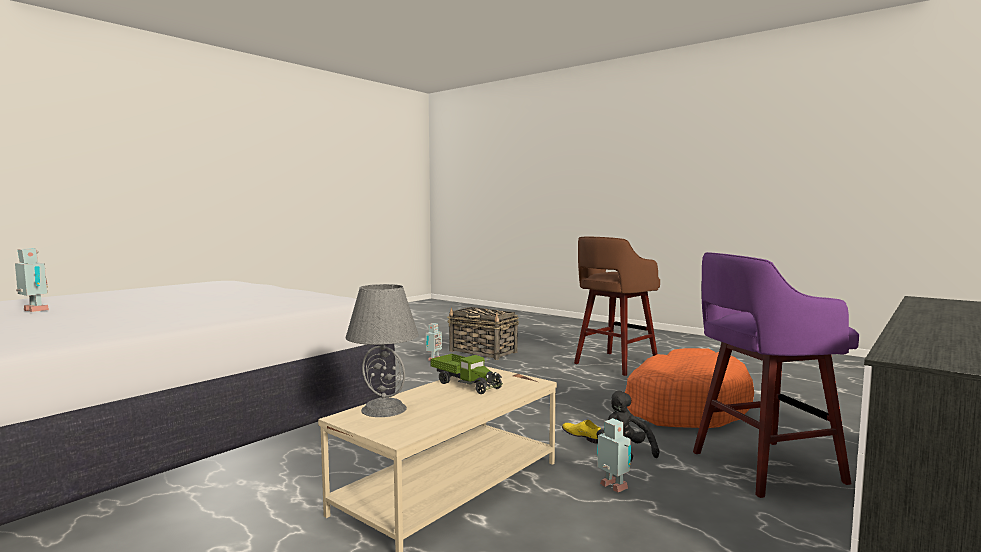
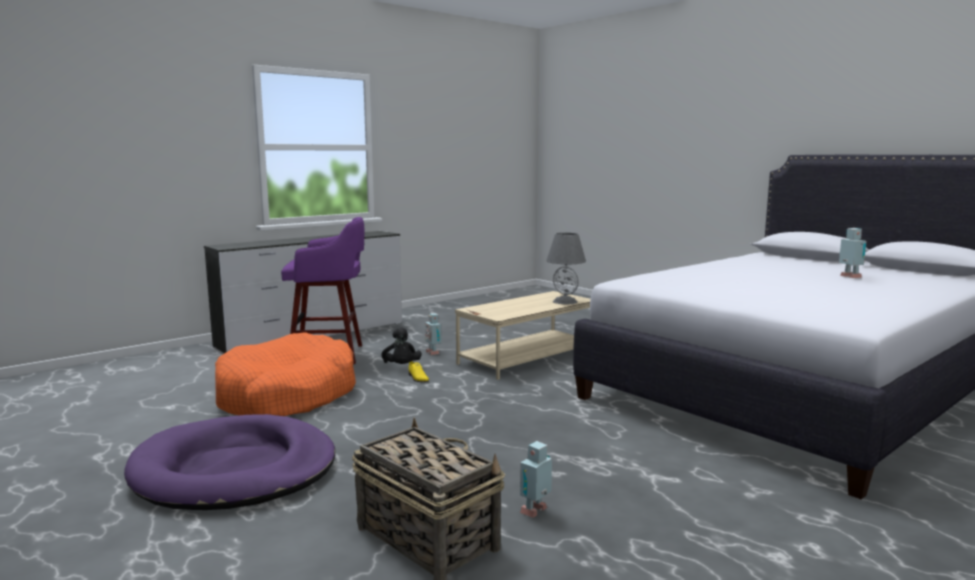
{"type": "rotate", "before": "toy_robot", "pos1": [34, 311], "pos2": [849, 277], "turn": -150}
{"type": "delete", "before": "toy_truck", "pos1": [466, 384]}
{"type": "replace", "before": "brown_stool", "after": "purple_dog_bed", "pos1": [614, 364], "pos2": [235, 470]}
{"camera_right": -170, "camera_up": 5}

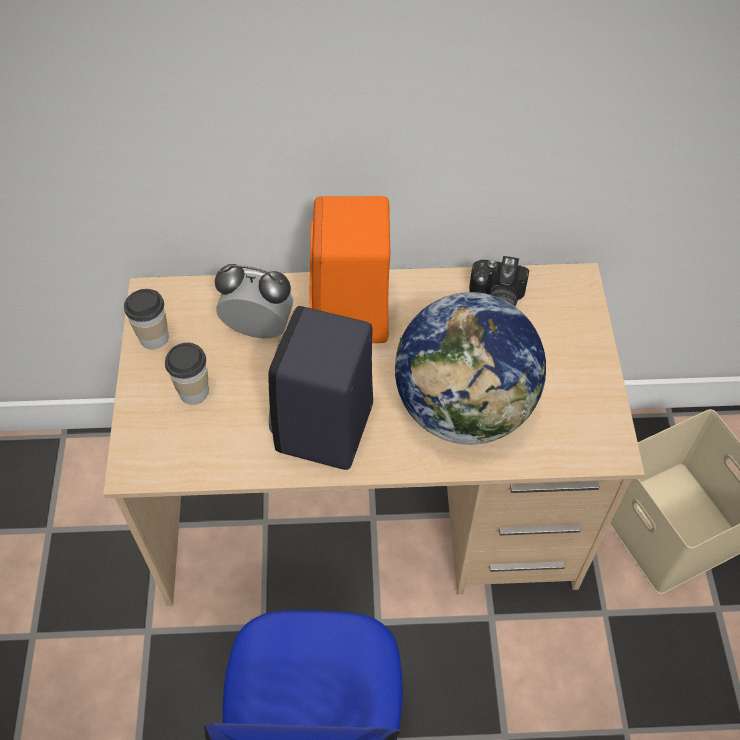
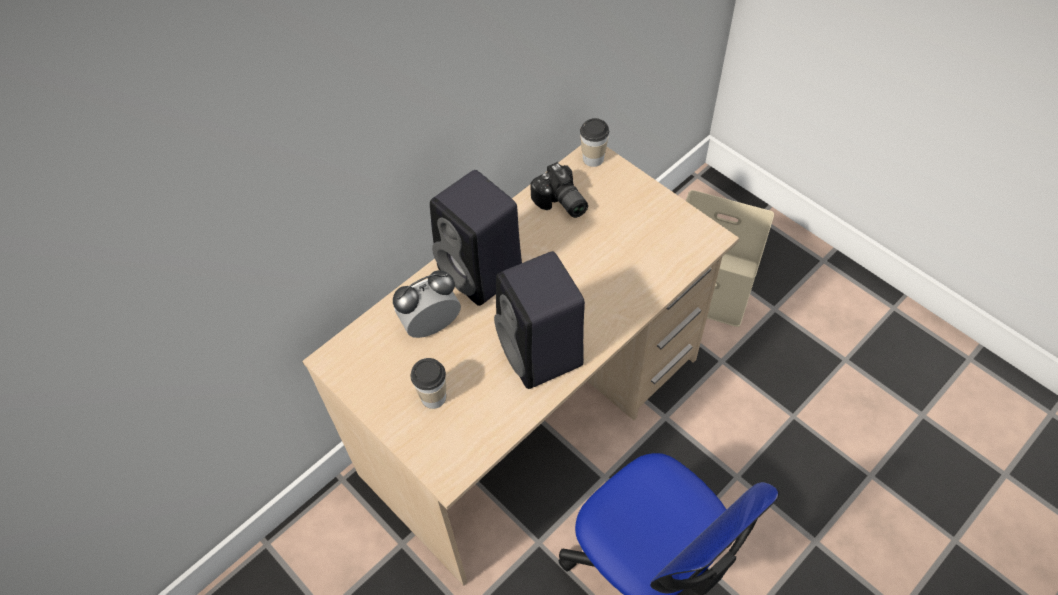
{"type": "move", "before": "cup", "pos1": [154, 337], "pos2": [593, 158]}
{"type": "recolor", "before": "orange_speaker", "after": "black_speaker", "pos1": [352, 316], "pos2": [483, 273]}
{"type": "delete", "before": "globe", "pos1": [465, 408]}
{"camera_right": -40, "camera_up": 0}

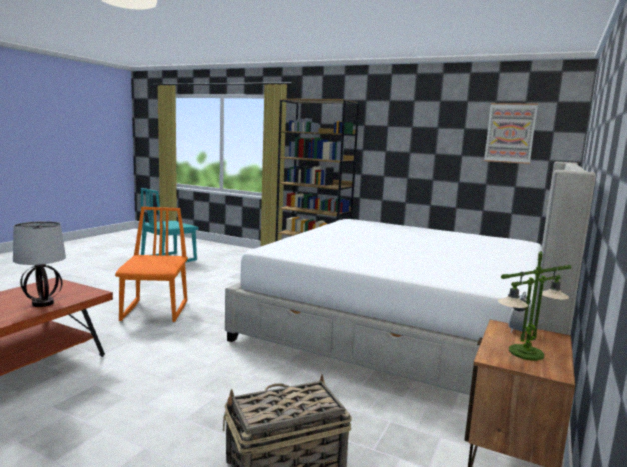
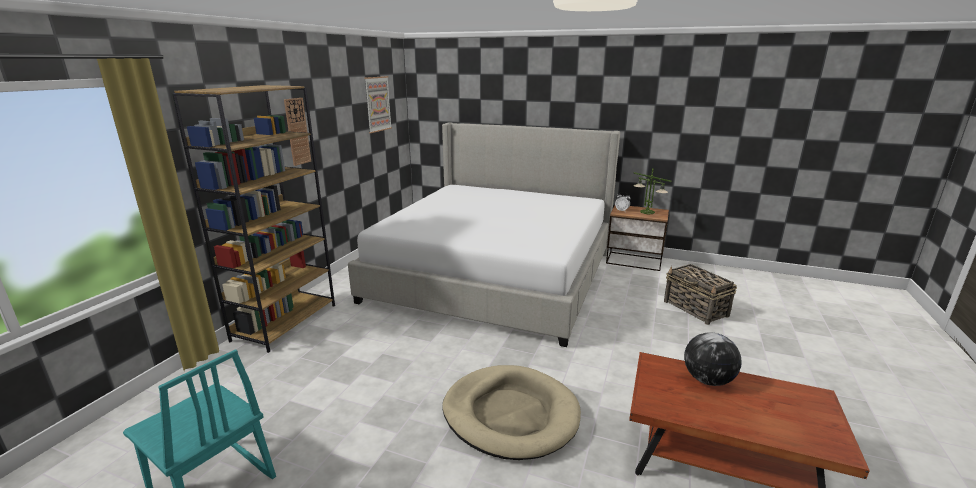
{"type": "replace", "before": "table_lamp", "after": "globe", "pos1": [43, 303], "pos2": [707, 380]}
{"type": "replace", "before": "orange_chair", "after": "beige_dog_bed", "pos1": [156, 311], "pos2": [510, 414]}
{"type": "insert", "after": "wall_clock", "pos2": [297, 131]}
{"camera_right": -95, "camera_up": 10}

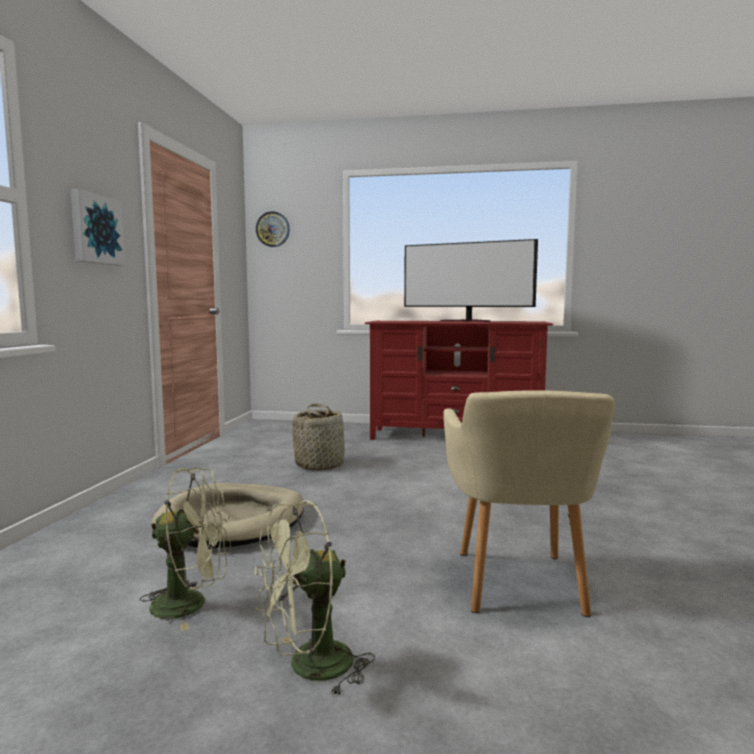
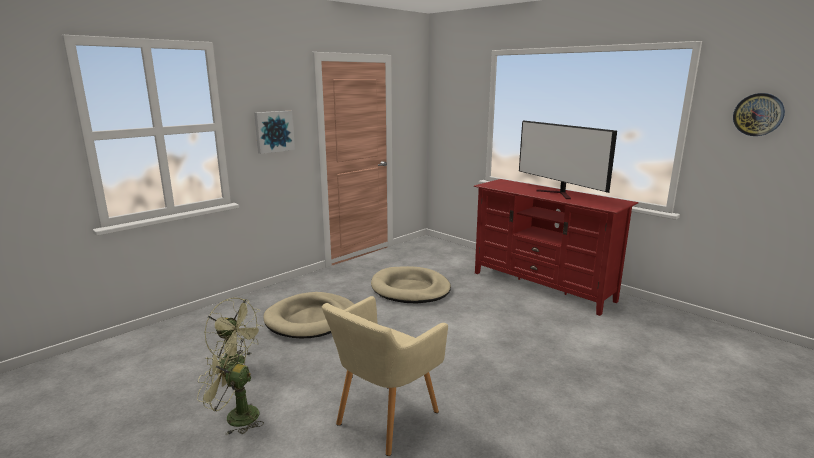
{"type": "move", "before": "wall_clock", "pos1": [273, 229], "pos2": [758, 114]}
{"type": "replace", "before": "basket", "after": "beige_dog_bed", "pos1": [320, 465], "pos2": [410, 289]}
{"camera_right": 35, "camera_up": 10}

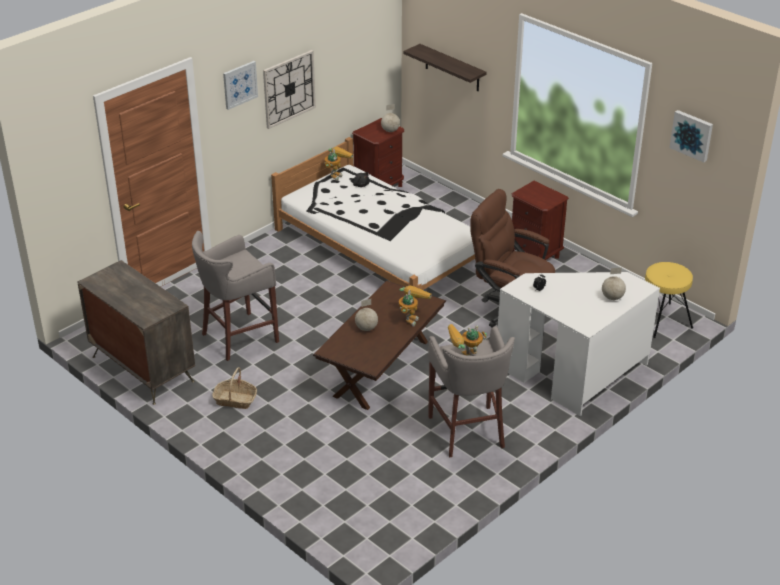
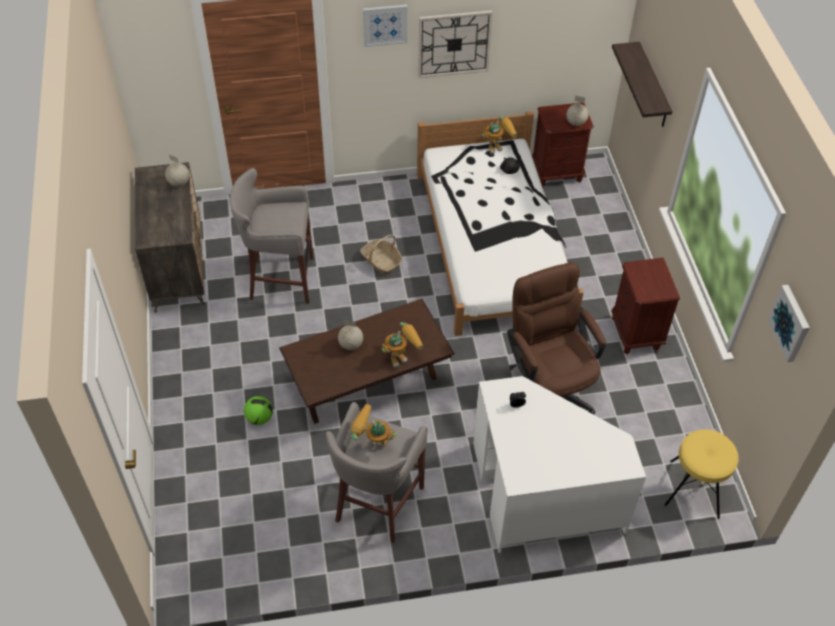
{"type": "move", "before": "basket", "pos1": [235, 400], "pos2": [381, 261]}
{"type": "move", "before": "globe", "pos1": [612, 298], "pos2": [179, 183]}
{"type": "insert", "after": "football", "pos2": [259, 418]}
{"camera_right": 35, "camera_up": 15}

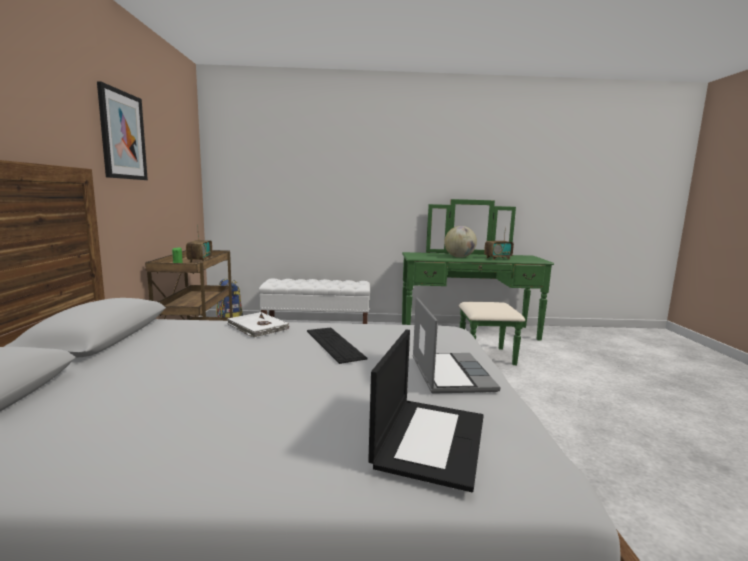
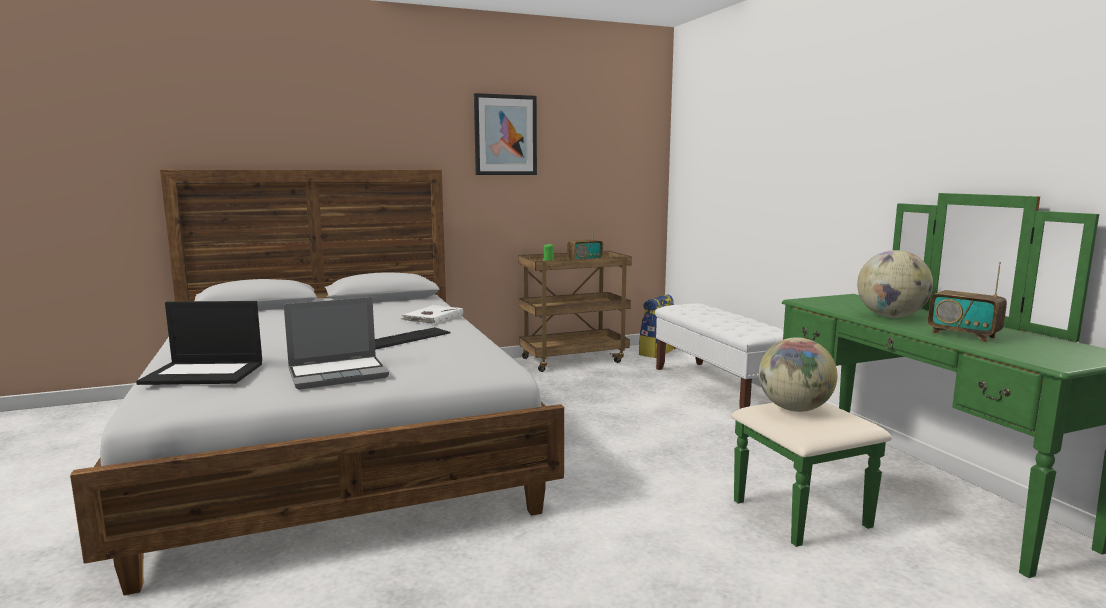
{"type": "insert", "after": "globe", "pos2": [794, 409]}
{"camera_right": 70, "camera_up": 0}

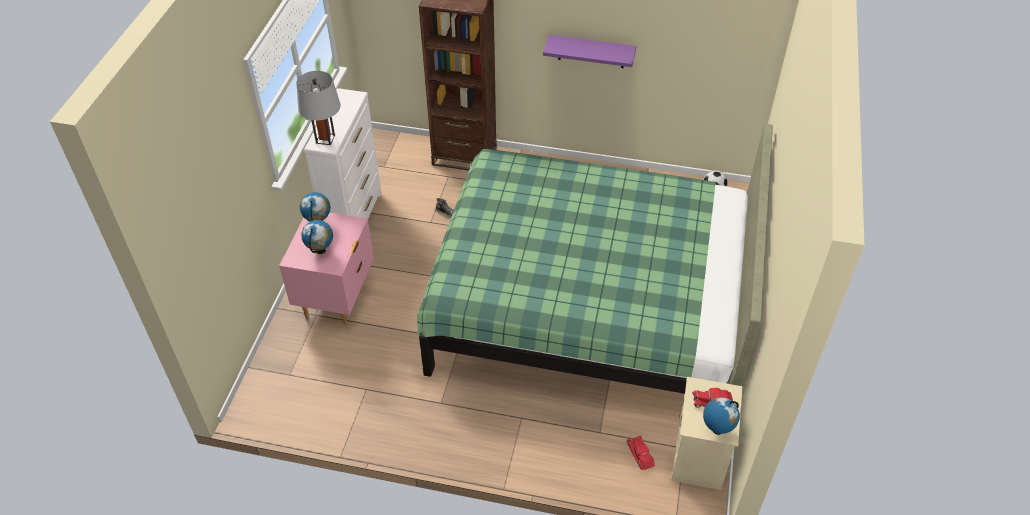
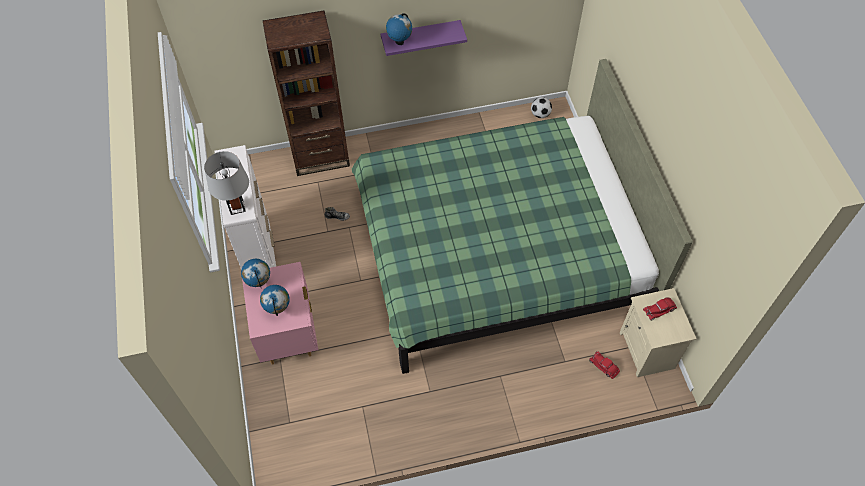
{"type": "move", "before": "globe", "pos1": [717, 429], "pos2": [399, 42]}
{"camera_right": -25, "camera_up": 10}

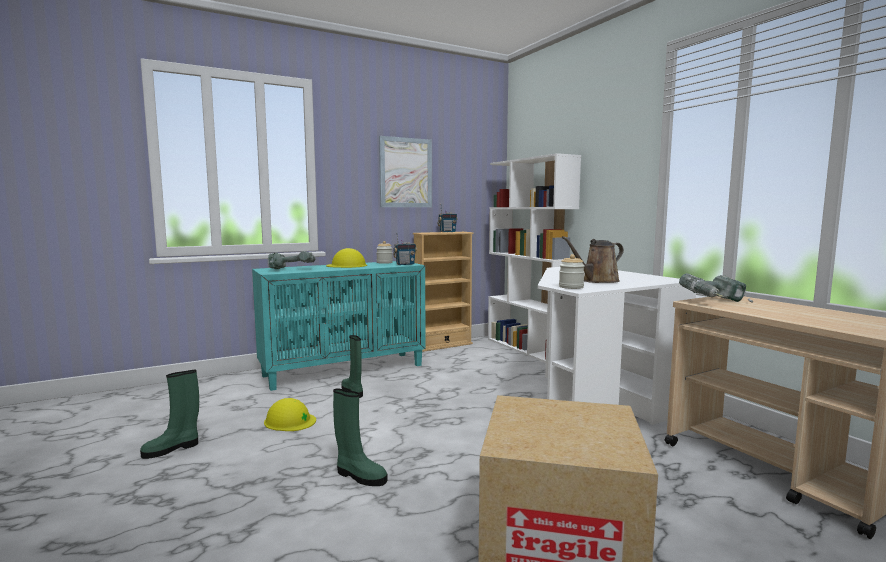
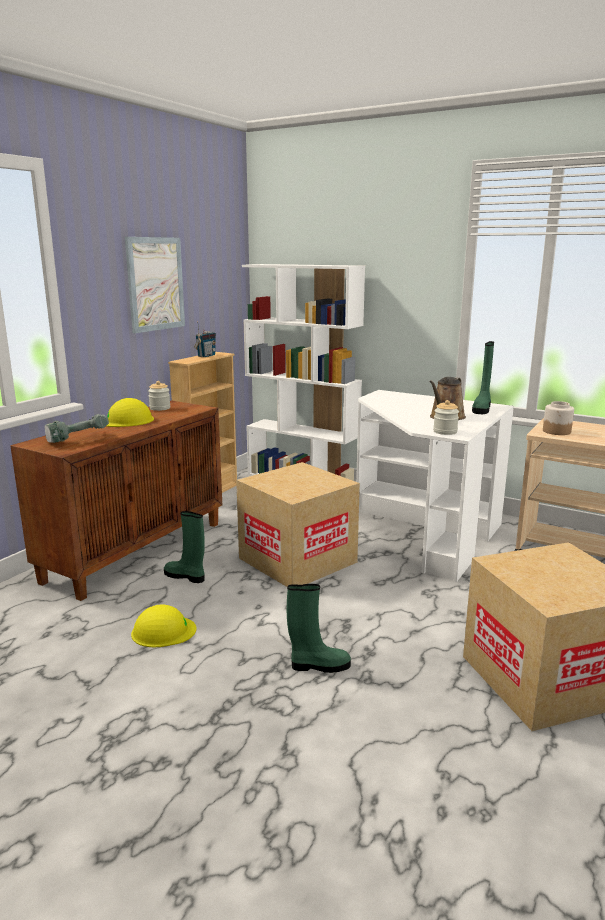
{"type": "move", "before": "green_boot", "pos1": [172, 449], "pos2": [482, 409]}
{"type": "recolor", "before": "turquoise_cabinet", "after": "brown_cabinet", "pos1": [345, 370], "pos2": [136, 550]}
{"type": "delete", "before": "radio", "pos1": [405, 264]}
{"type": "replace", "before": "power_drill", "after": "jar", "pos1": [716, 302], "pos2": [557, 431]}
{"type": "insert", "after": "cardboard_box", "pos2": [297, 560]}
{"camera_right": -30, "camera_up": 10}

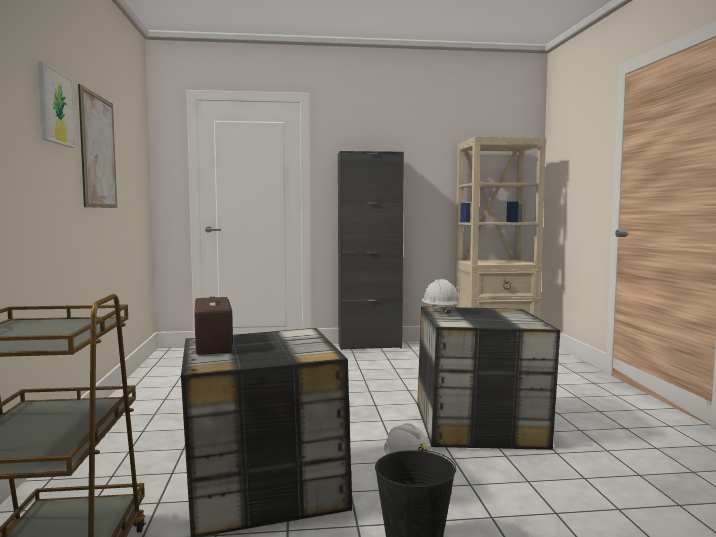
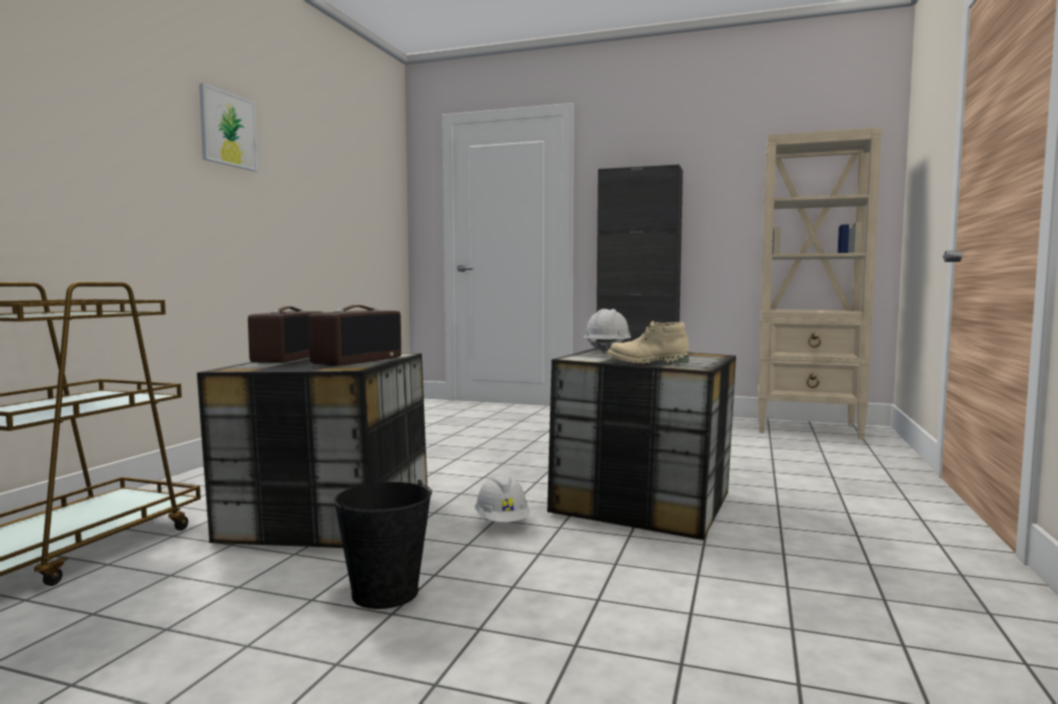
{"type": "delete", "before": "picture", "pos1": [98, 151]}
{"type": "insert", "after": "radio", "pos2": [357, 360]}
{"type": "insert", "after": "beige_boot", "pos2": [647, 362]}
{"camera_right": 25, "camera_up": 0}

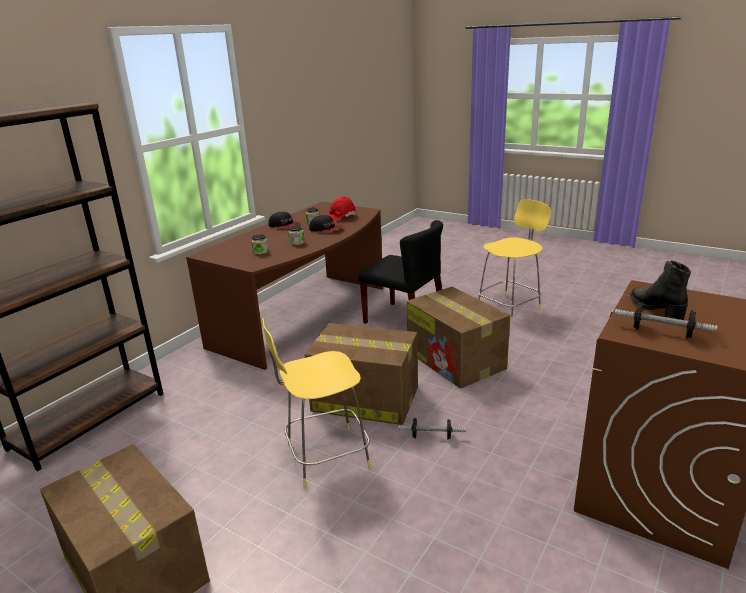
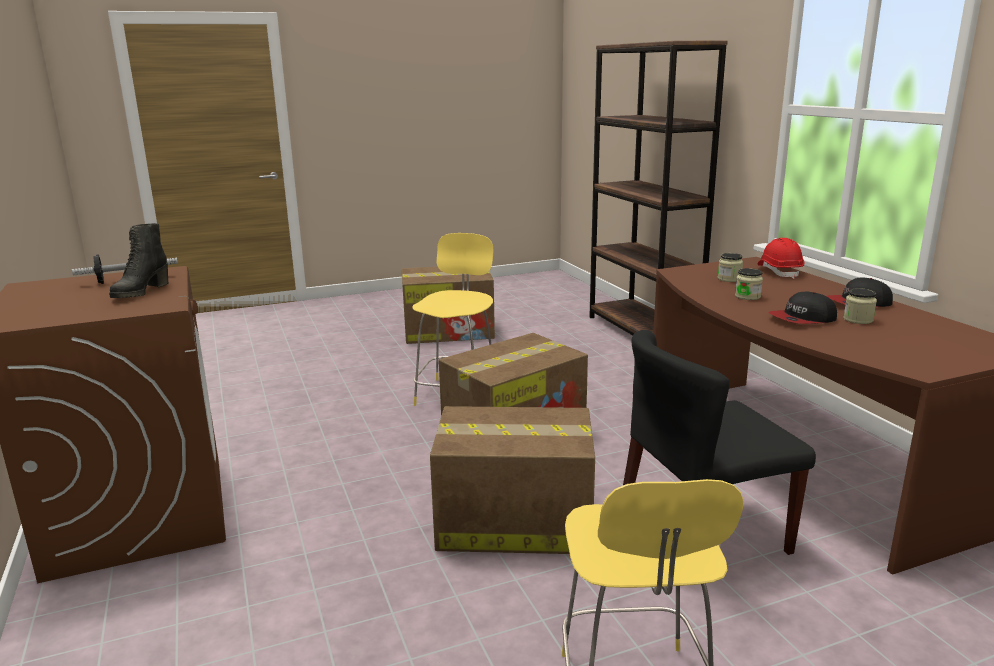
{"type": "move", "before": "red_hard_hat", "pos1": [341, 217], "pos2": [779, 272]}
{"type": "delete", "before": "dumbbell", "pos1": [431, 436]}
{"type": "rotate", "before": "black_boot", "pos1": [656, 310], "pos2": [140, 292], "turn": 90}
{"camera_right": 125, "camera_up": -5}

